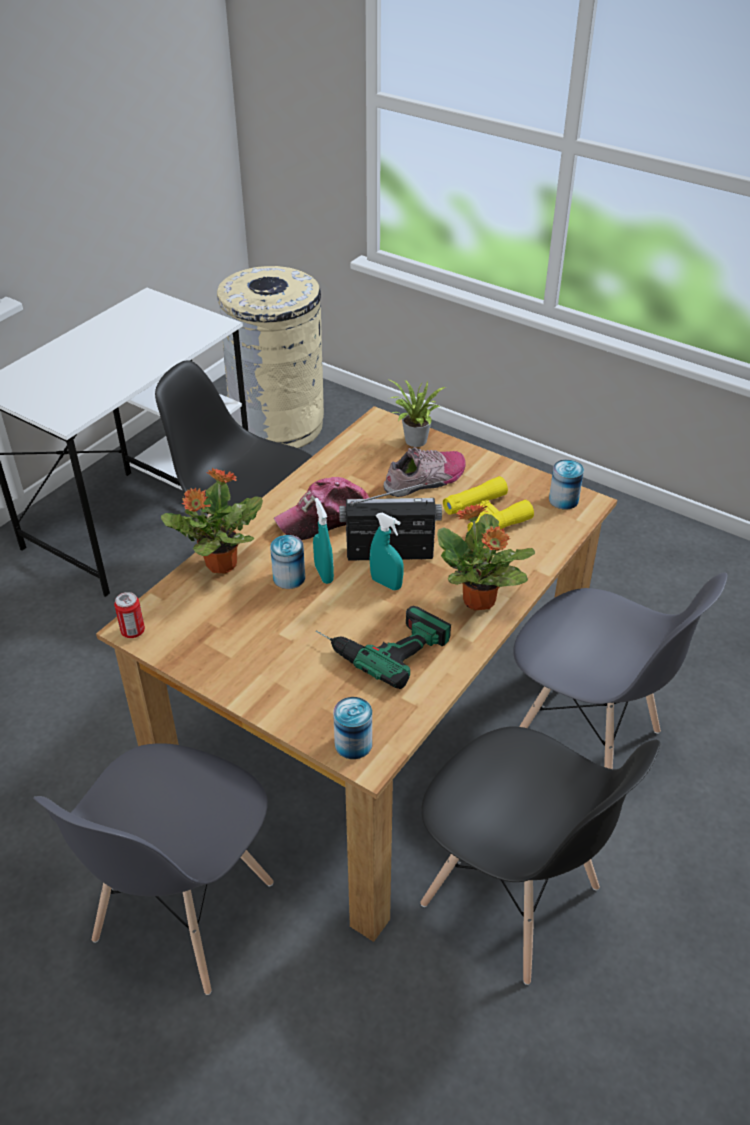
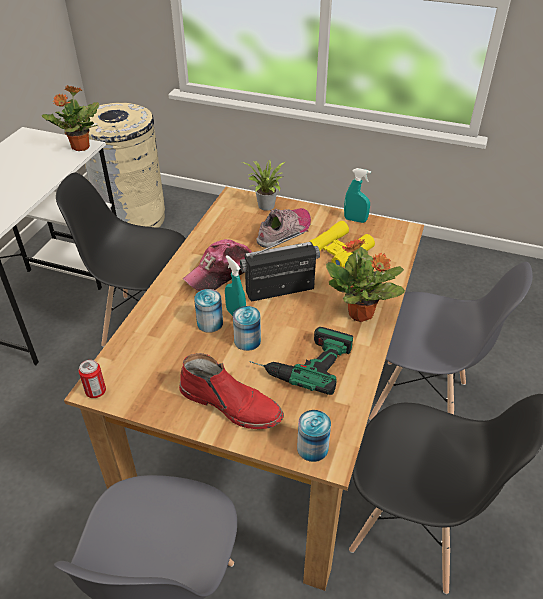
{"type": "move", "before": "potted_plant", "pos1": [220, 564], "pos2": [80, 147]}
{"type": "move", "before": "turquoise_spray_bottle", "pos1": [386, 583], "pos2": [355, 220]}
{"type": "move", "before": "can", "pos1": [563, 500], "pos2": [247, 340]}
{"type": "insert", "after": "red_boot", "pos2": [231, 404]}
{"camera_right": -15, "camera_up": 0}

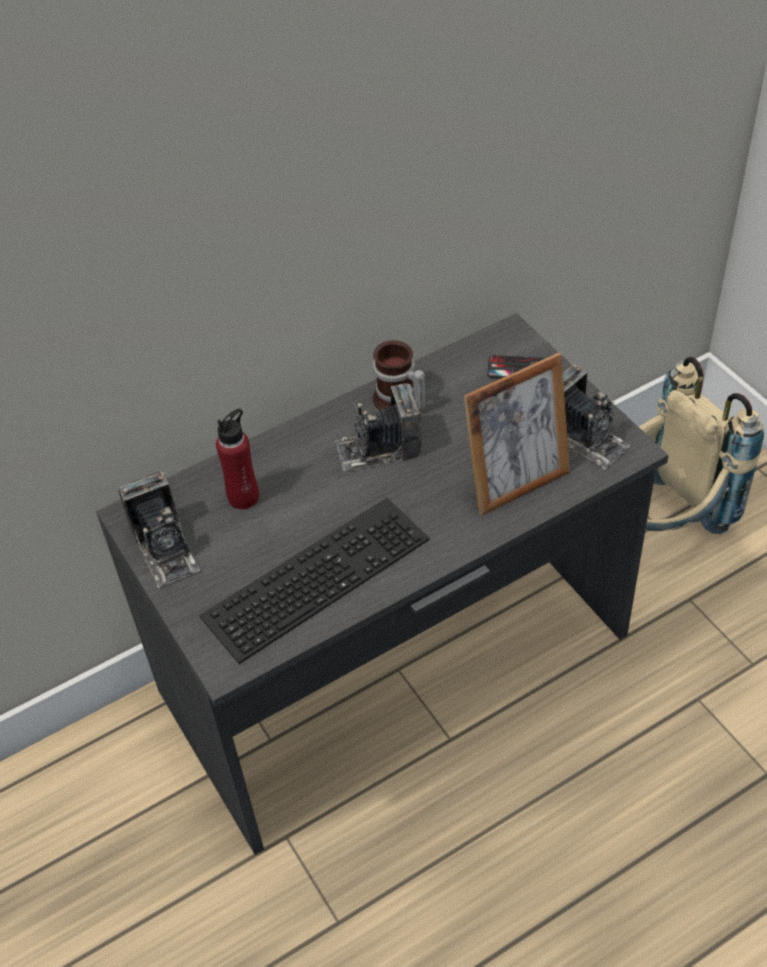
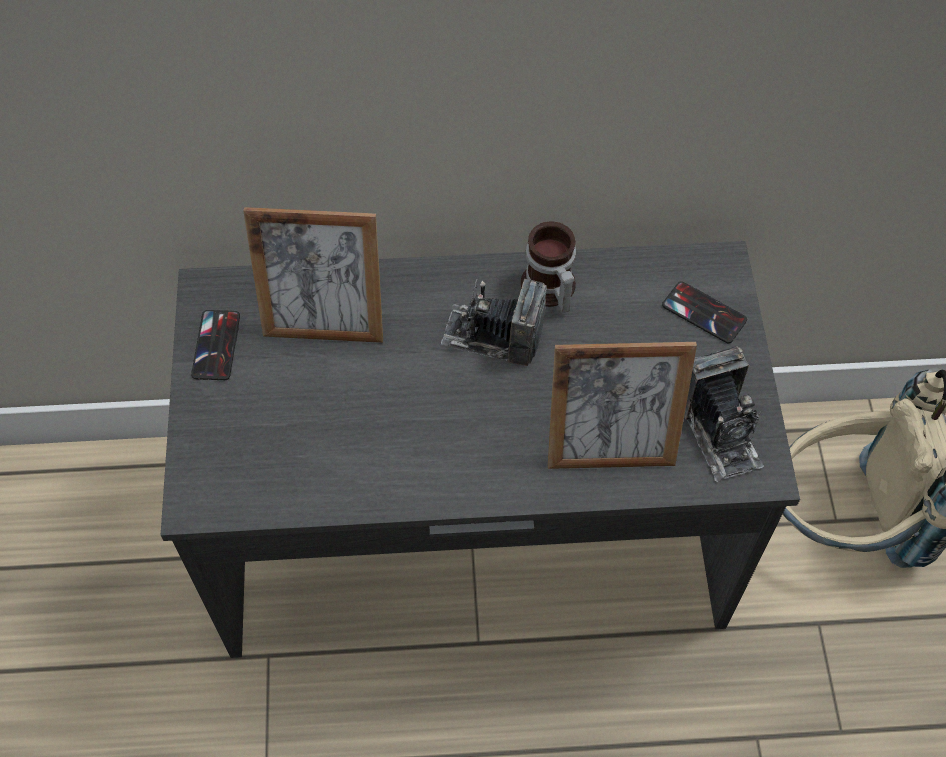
{"type": "replace", "before": "photo_camera", "after": "phone", "pos1": [165, 549], "pos2": [216, 345]}
{"type": "delete", "before": "keyboard", "pos1": [316, 573]}
{"type": "replace", "before": "red_bottle", "after": "picture_frame", "pos1": [243, 497], "pos2": [325, 324]}
{"camera_right": 25, "camera_up": 10}

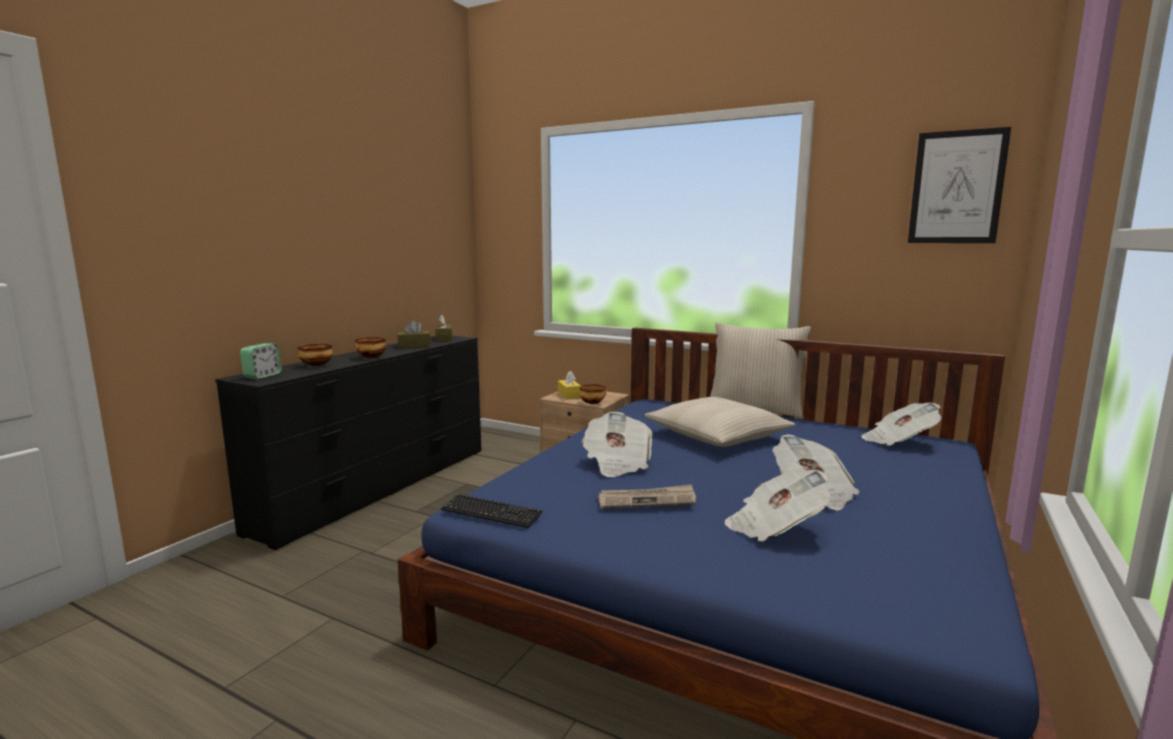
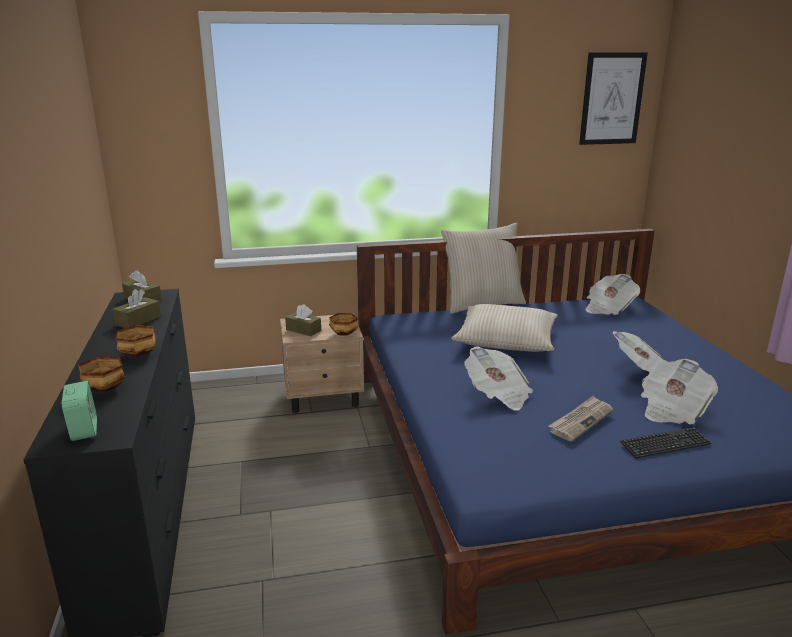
{"type": "move", "before": "keyboard", "pos1": [491, 513], "pos2": [665, 444]}
{"type": "recolor", "before": "yellow_tissue_box", "after": "brown_tissue_box", "pos1": [569, 395], "pos2": [303, 330]}
{"camera_right": -40, "camera_up": 10}

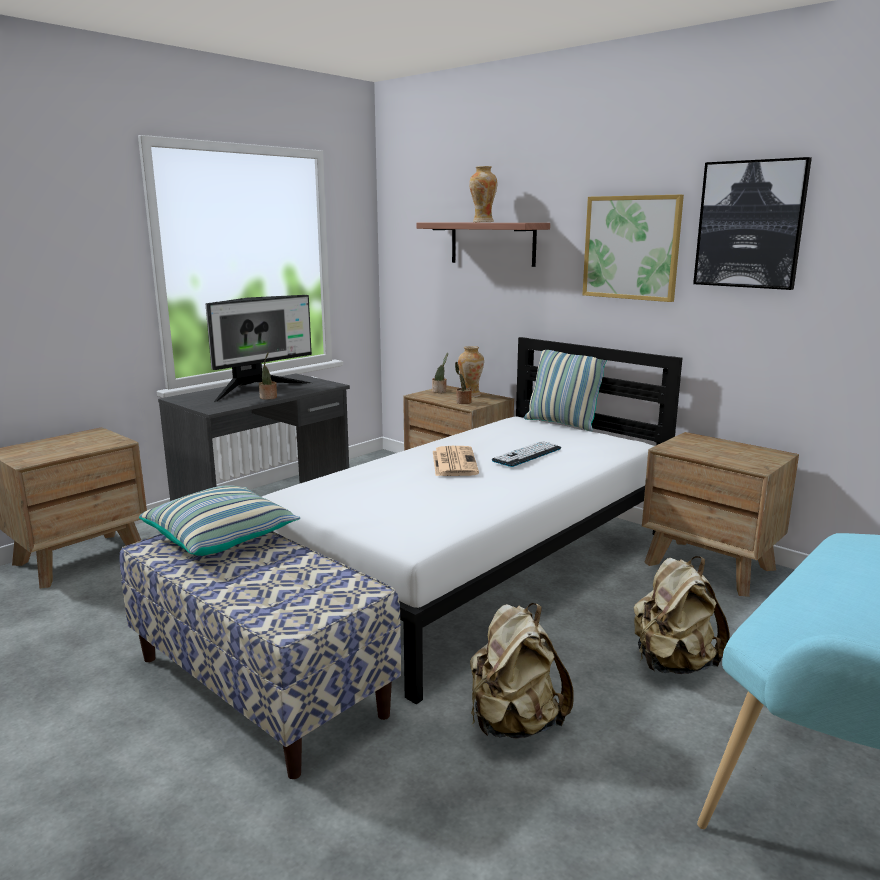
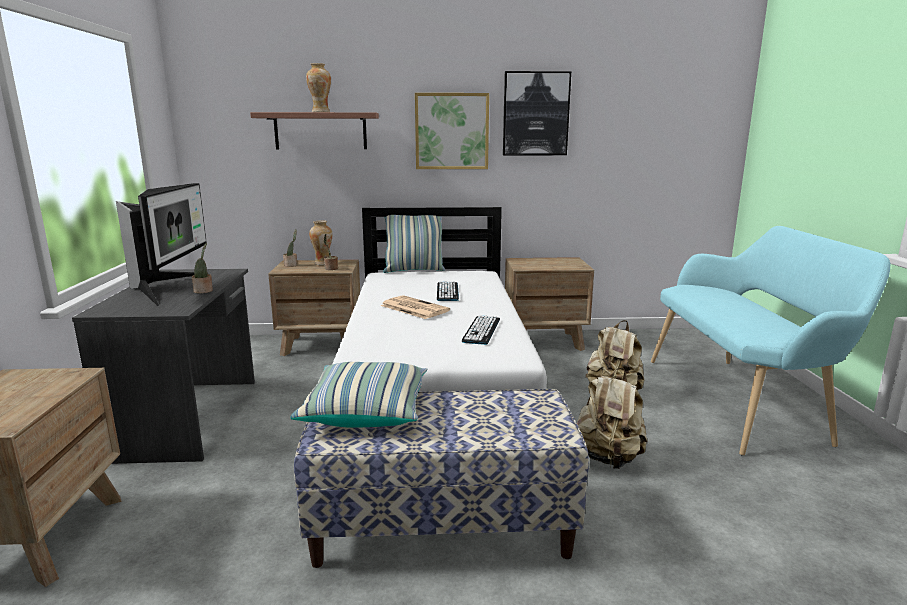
{"type": "insert", "after": "keyboard", "pos2": [481, 330]}
{"camera_right": -45, "camera_up": 0}

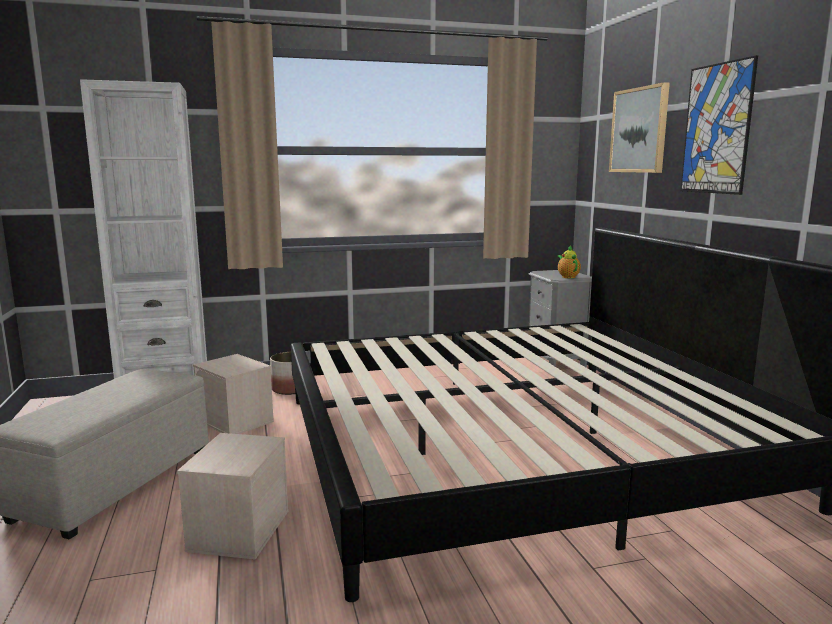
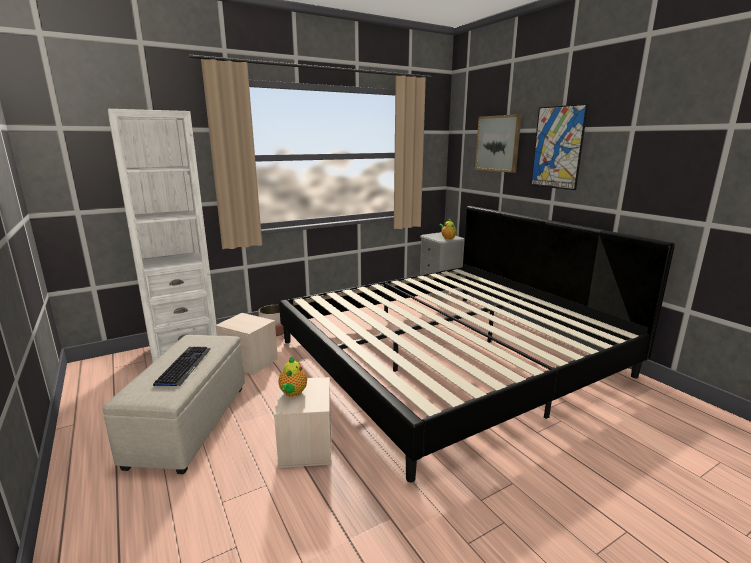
{"type": "insert", "after": "keyboard", "pos2": [184, 366]}
{"type": "insert", "after": "teapot", "pos2": [293, 393]}
{"camera_right": -15, "camera_up": 5}

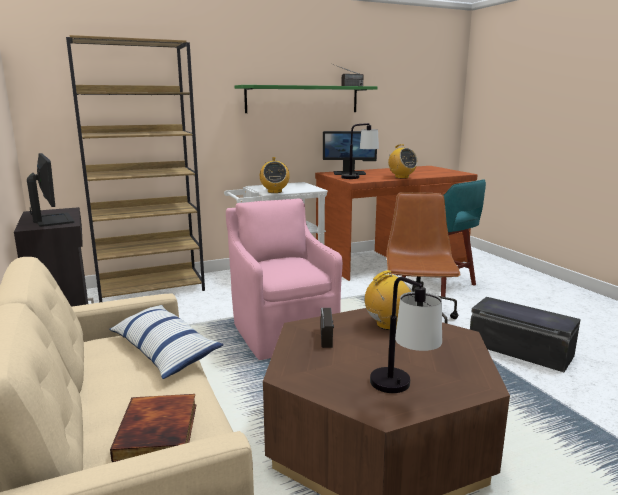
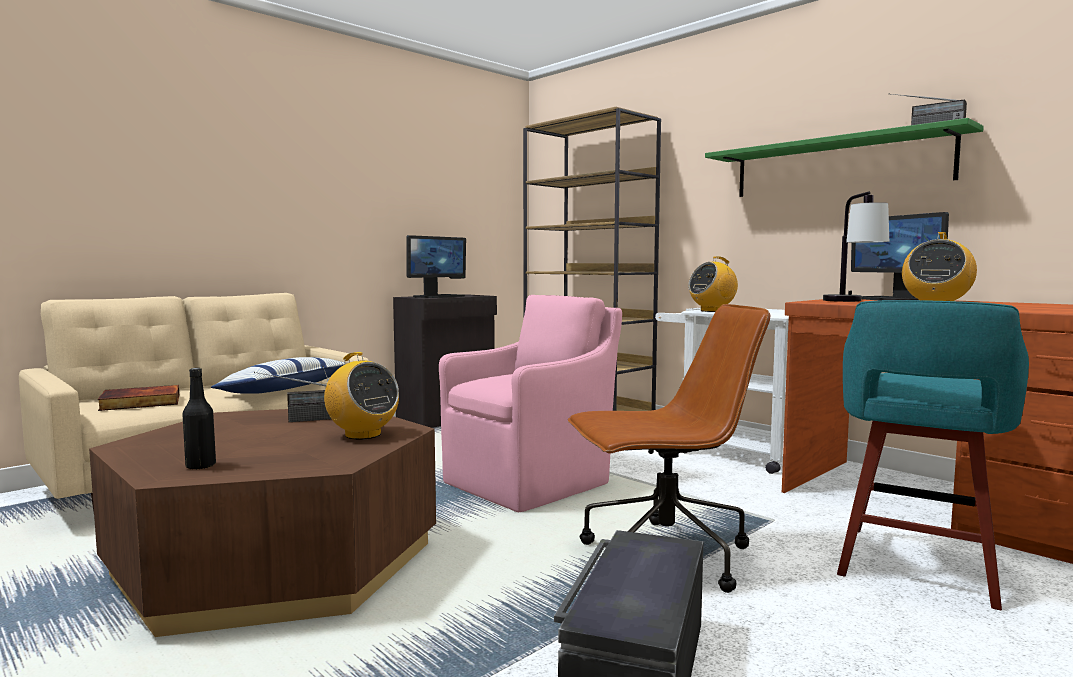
{"type": "delete", "before": "table_lamp", "pos1": [402, 392]}
{"type": "insert", "after": "black_bottle", "pos2": [200, 466]}
{"camera_right": 70, "camera_up": -10}

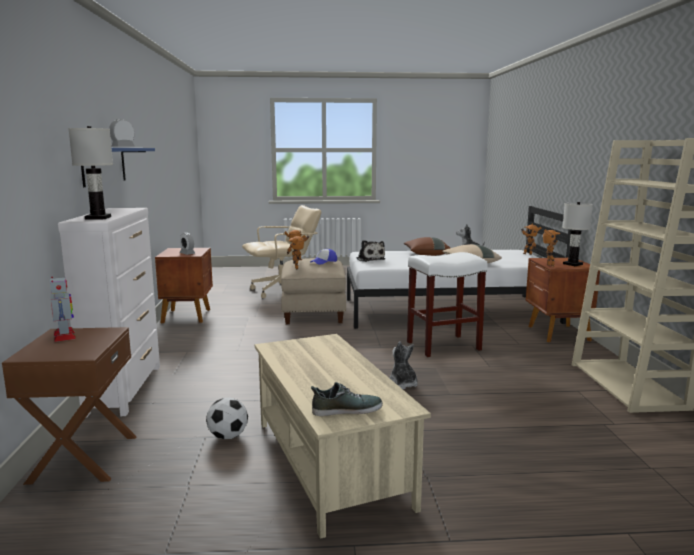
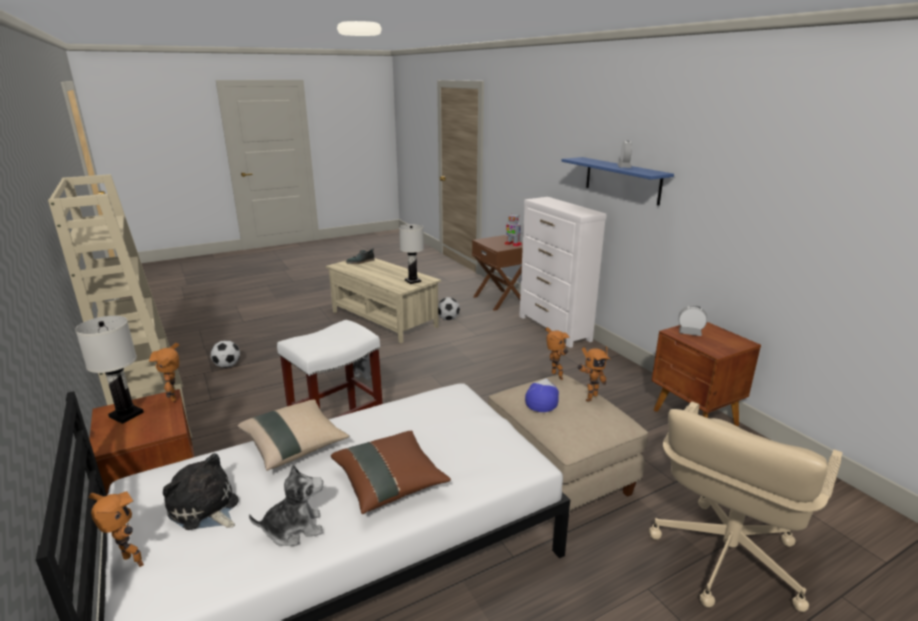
{"type": "move", "before": "white_table_lamp", "pos1": [98, 218], "pos2": [413, 281]}
{"type": "move", "before": "plush_toy", "pos1": [370, 259], "pos2": [205, 509]}
{"type": "insert", "after": "football", "pos2": [227, 365]}
{"camera_right": 155, "camera_up": 10}

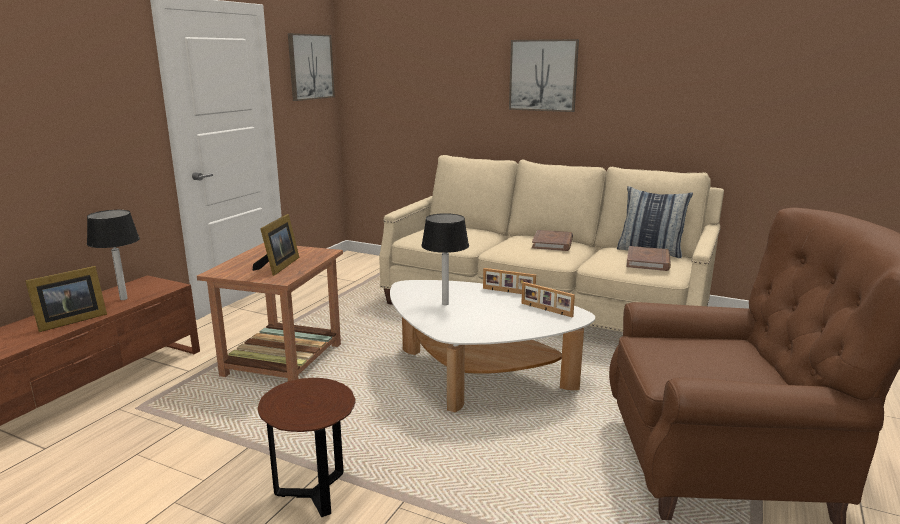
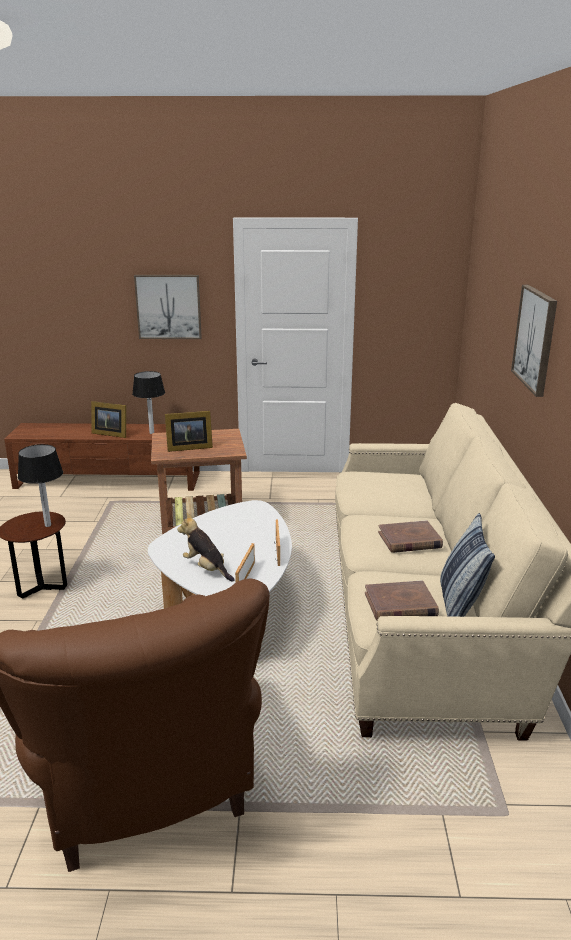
{"type": "move", "before": "picture", "pos1": [310, 67], "pos2": [168, 306]}
{"type": "move", "before": "table_lamp", "pos1": [445, 303], "pos2": [48, 525]}
{"type": "insert", "after": "plush_toy", "pos2": [206, 568]}
{"camera_right": 65, "camera_up": 5}

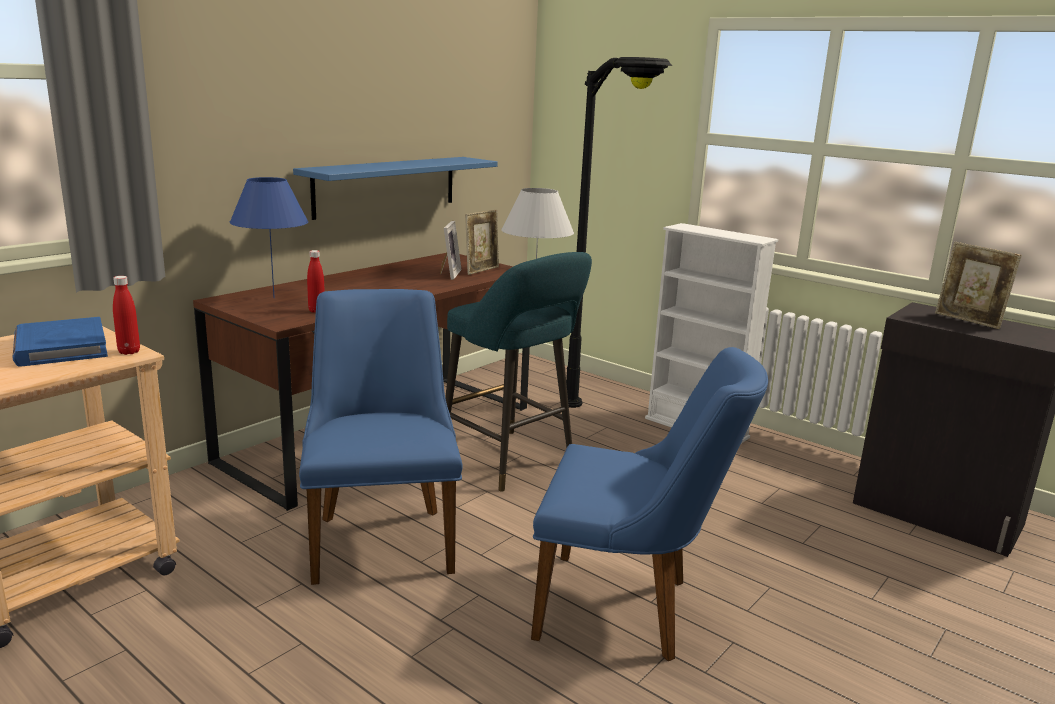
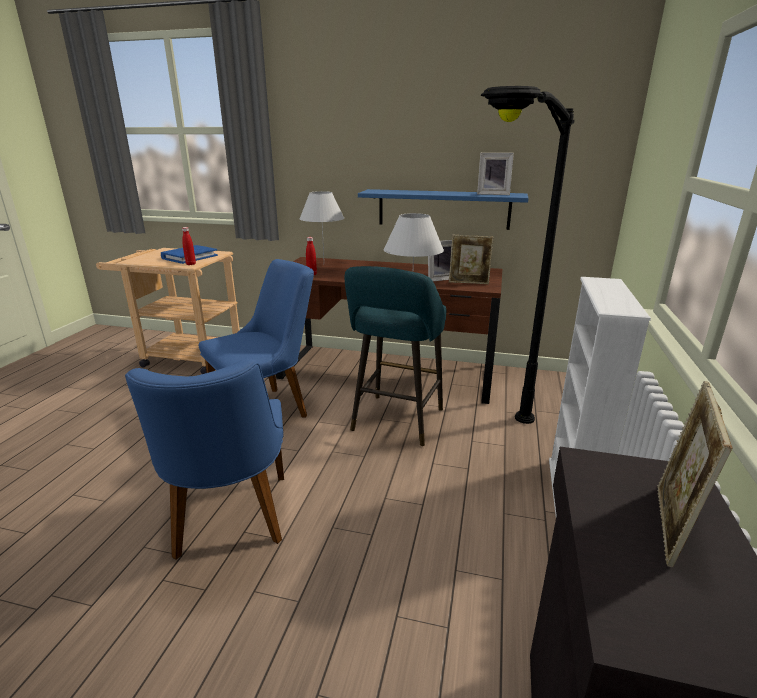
{"type": "recolor", "before": "blue_table_lamp", "after": "white_table_lamp", "pos1": [273, 298], "pos2": [324, 264]}
{"type": "insert", "after": "picture_frame", "pos2": [493, 194]}
{"camera_right": 65, "camera_up": 5}

